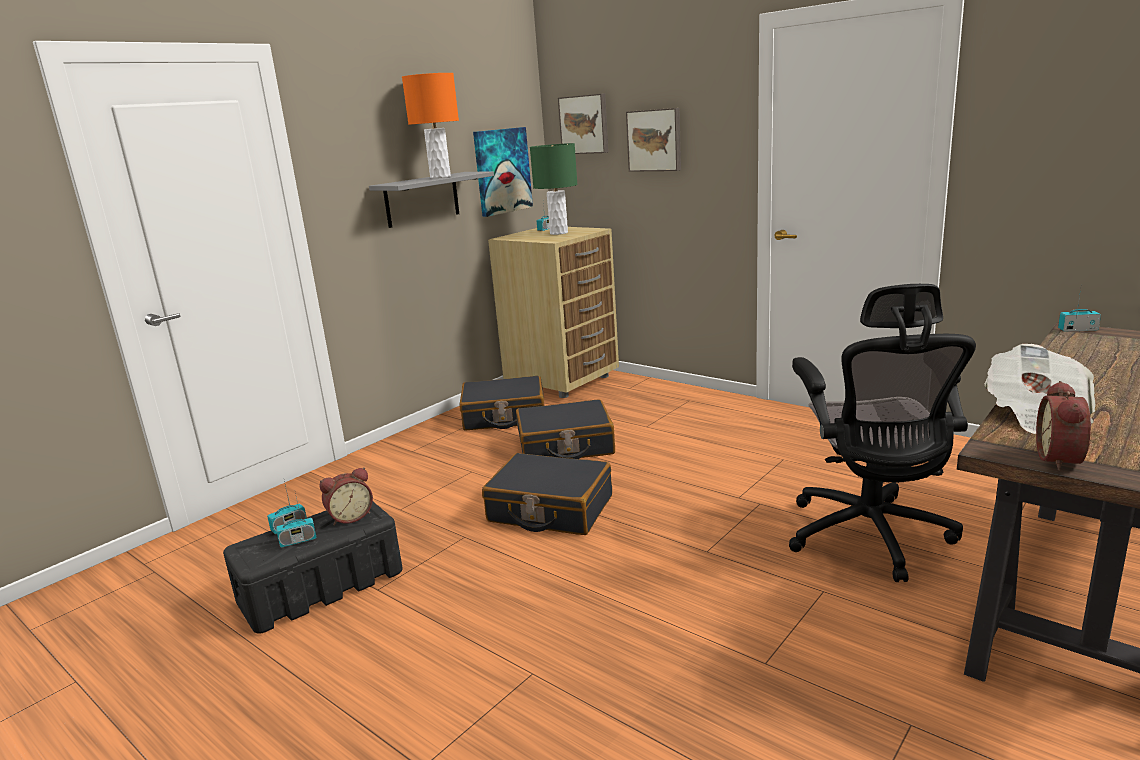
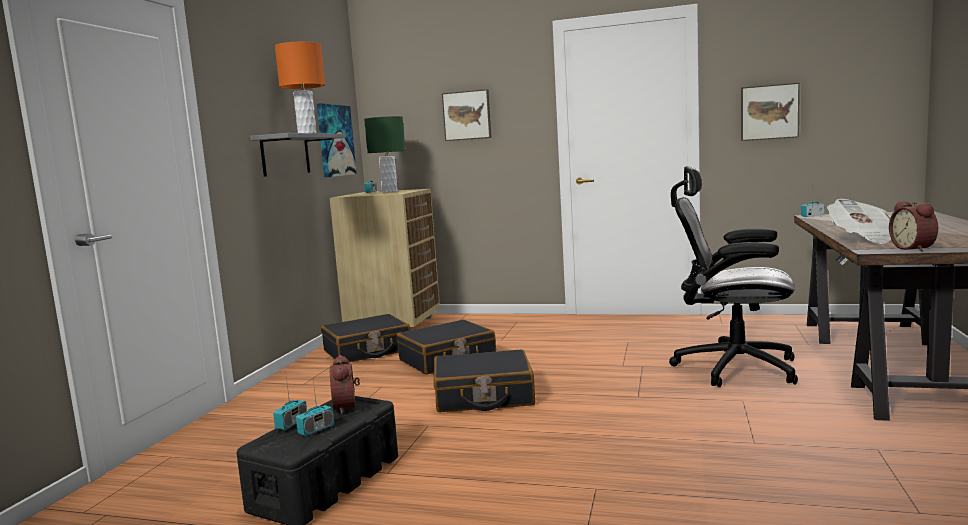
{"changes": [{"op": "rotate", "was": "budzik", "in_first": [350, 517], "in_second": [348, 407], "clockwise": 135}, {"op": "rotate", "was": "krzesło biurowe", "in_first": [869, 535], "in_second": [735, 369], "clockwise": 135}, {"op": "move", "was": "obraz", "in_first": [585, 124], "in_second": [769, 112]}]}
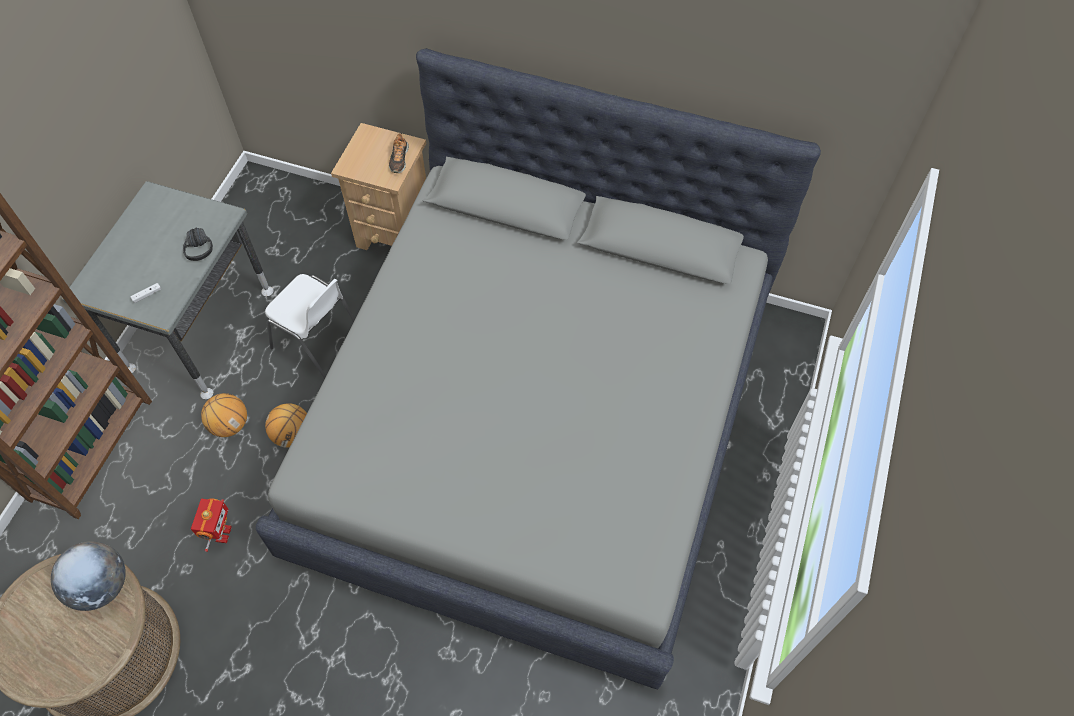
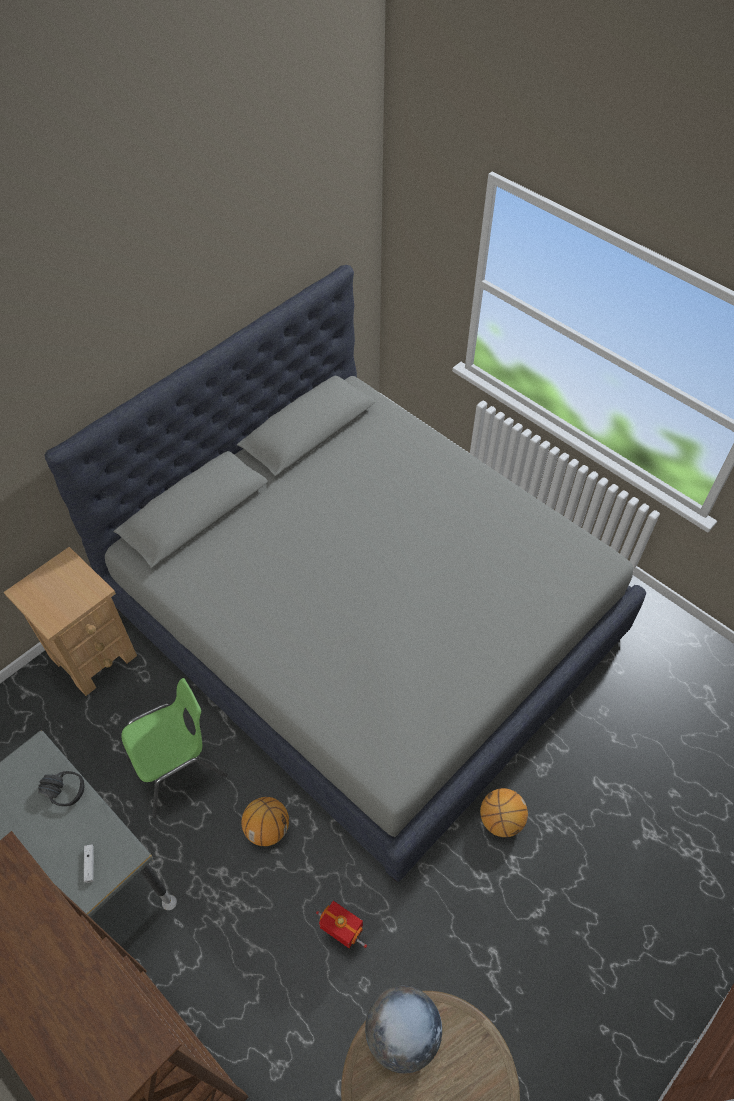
{"changes": [{"op": "recolor", "was": "krzesło [biały]", "now": "krzesło [zielony]", "in_first": [319, 344], "in_second": [178, 769]}, {"op": "move", "was": "piłka do koszykówki", "in_first": [230, 425], "in_second": [500, 820]}, {"op": "delete", "was": "but", "in_first": [399, 159]}]}
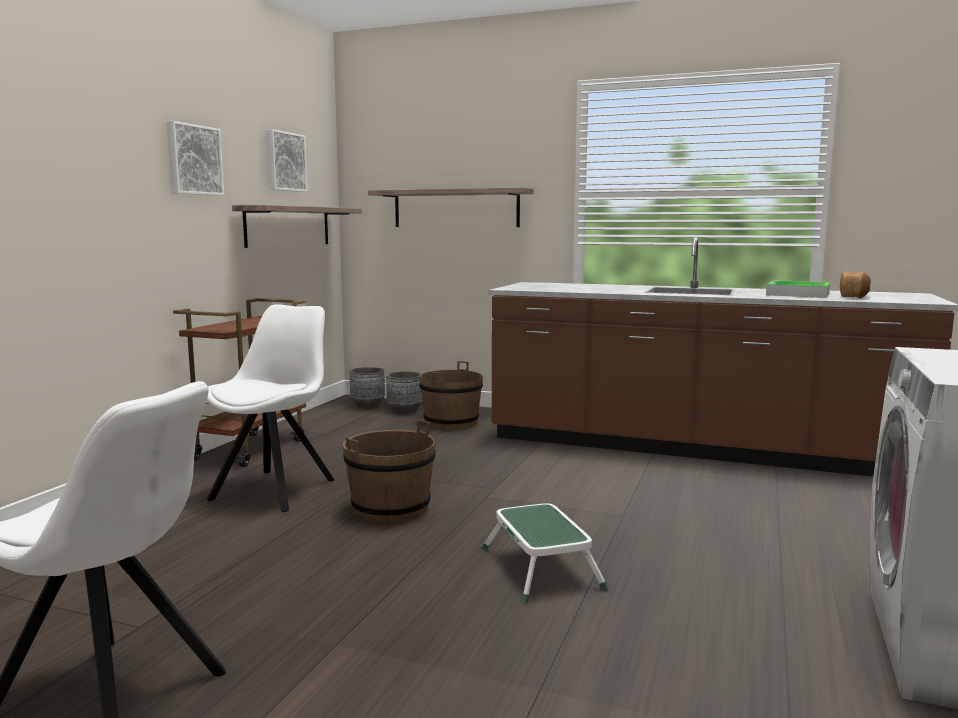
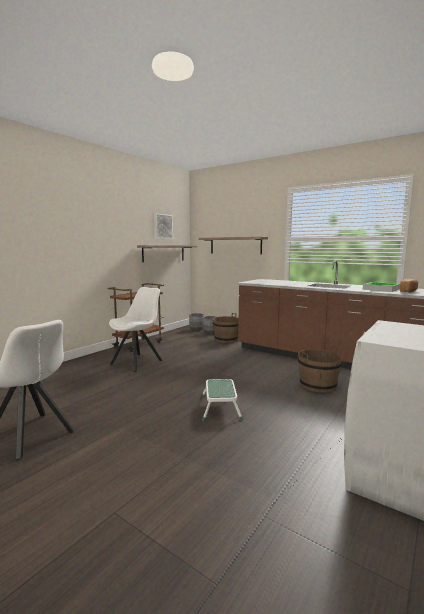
{"changes": [{"op": "move", "was": "wiadro [brązowy]", "in_first": [391, 508], "in_second": [318, 385]}, {"op": "delete", "was": "obraz", "in_first": [193, 160]}]}
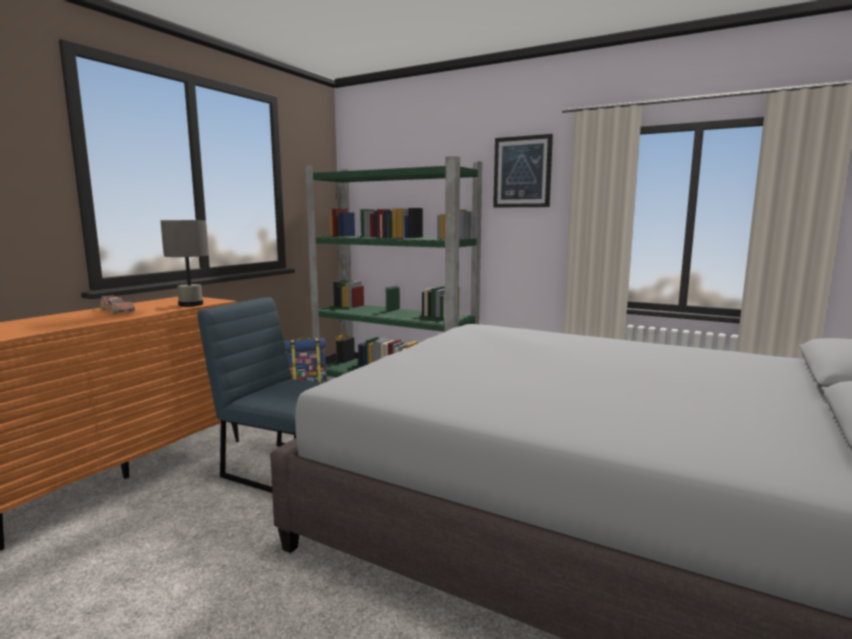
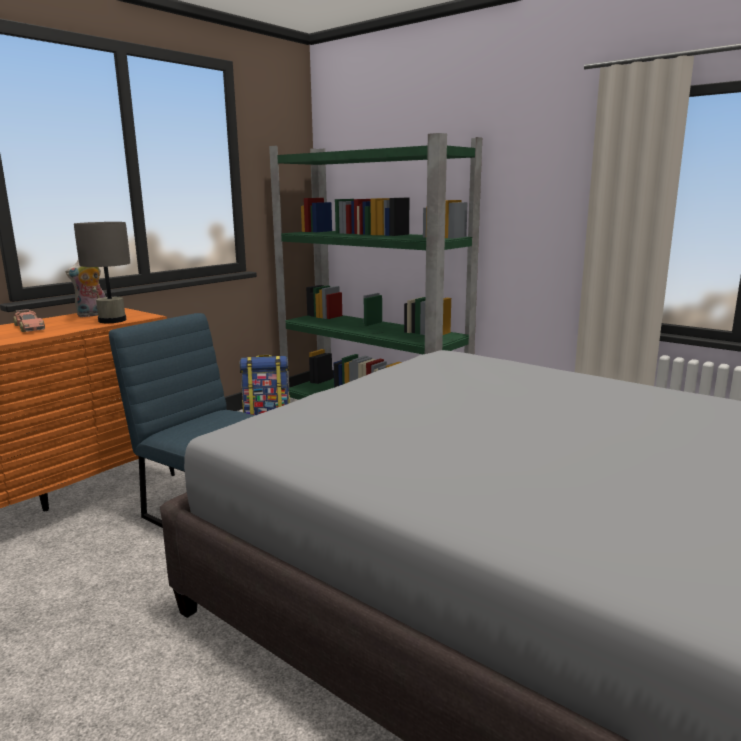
{"changes": [{"op": "insert", "now": "pluszak", "in_second": [92, 315]}, {"op": "delete", "was": "obraz", "in_first": [522, 172]}]}
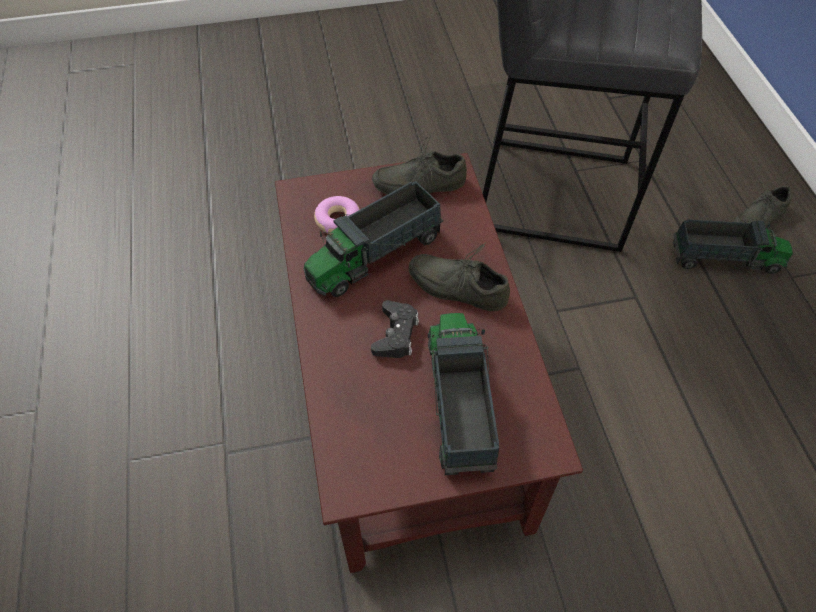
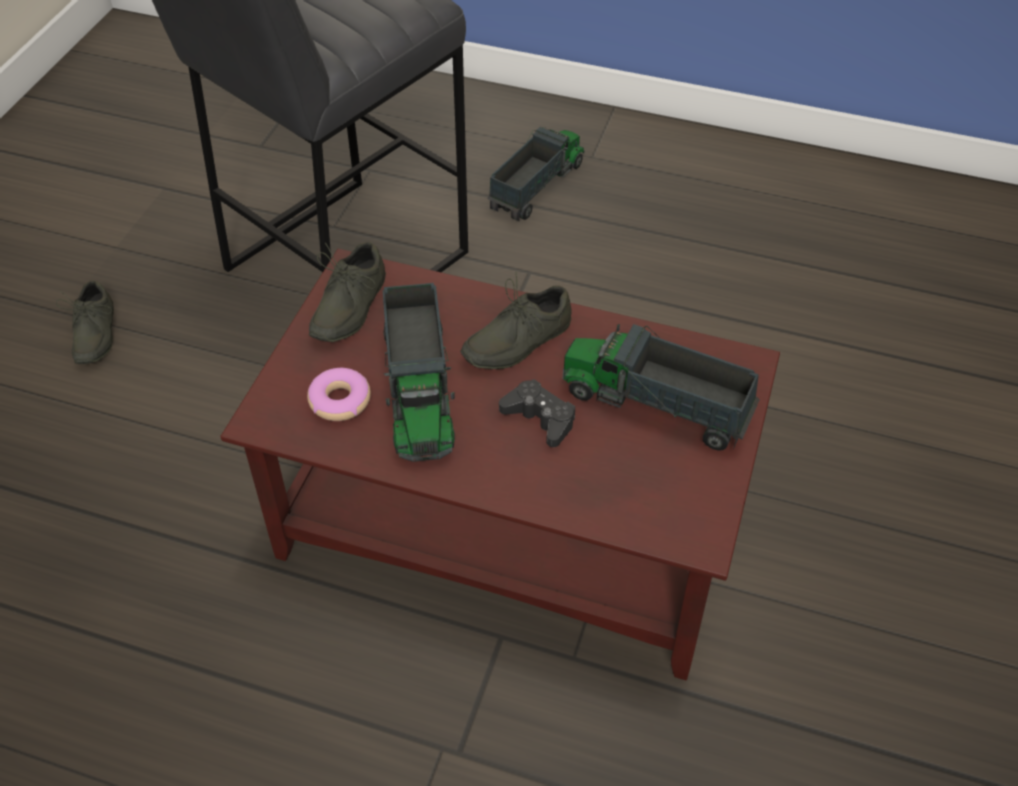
{"changes": [{"op": "move", "was": "but [szary]", "in_first": [756, 216], "in_second": [92, 335]}]}
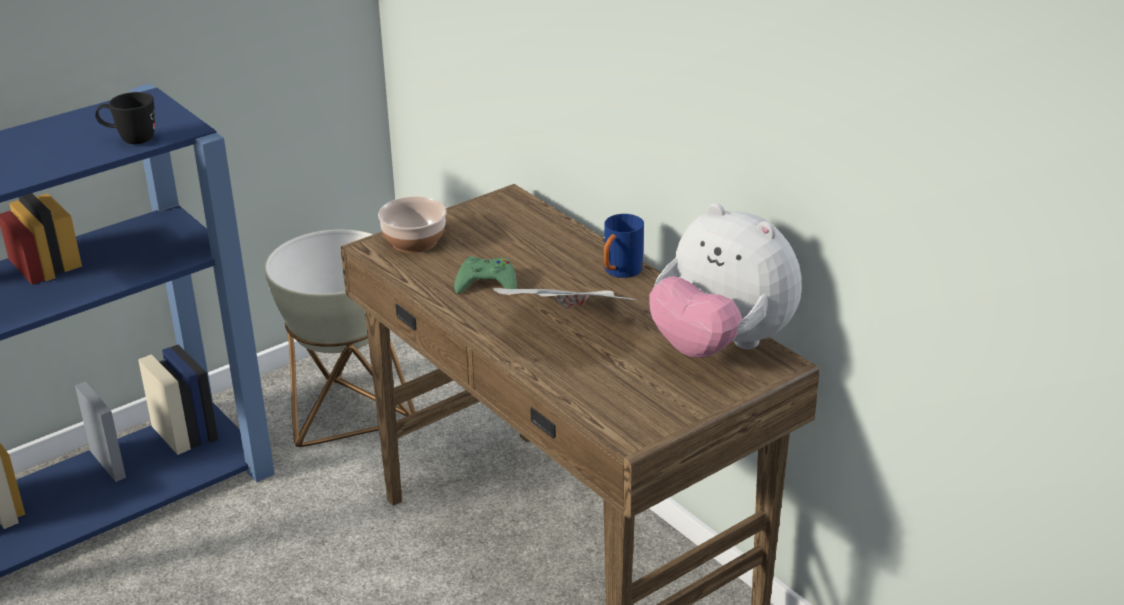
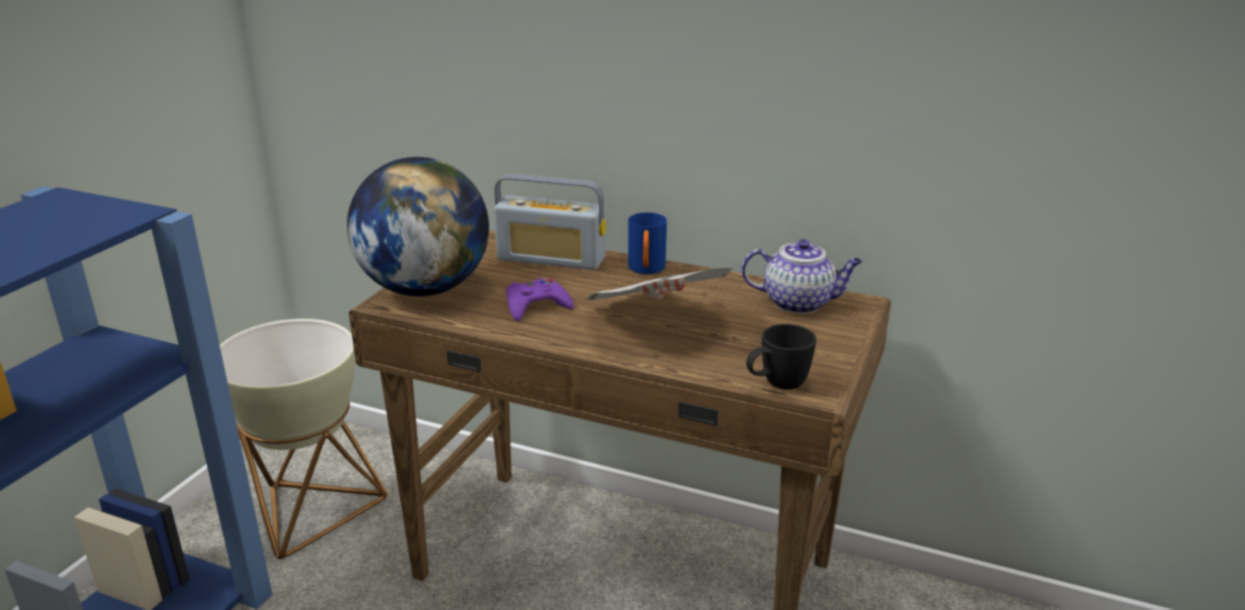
{"changes": [{"op": "replace", "was": "miska", "now": "globus", "in_first": [414, 241], "in_second": [425, 289]}, {"op": "insert", "now": "radio", "in_second": [551, 259]}, {"op": "recolor", "was": "pad do gier [zielony]", "now": "pad do gier [fioletowy]", "in_first": [487, 283], "in_second": [536, 306]}, {"op": "replace", "was": "pluszak", "now": "imbryk", "in_first": [721, 346], "in_second": [799, 303]}, {"op": "move", "was": "kubek [czarny]", "in_first": [130, 140], "in_second": [776, 385]}]}
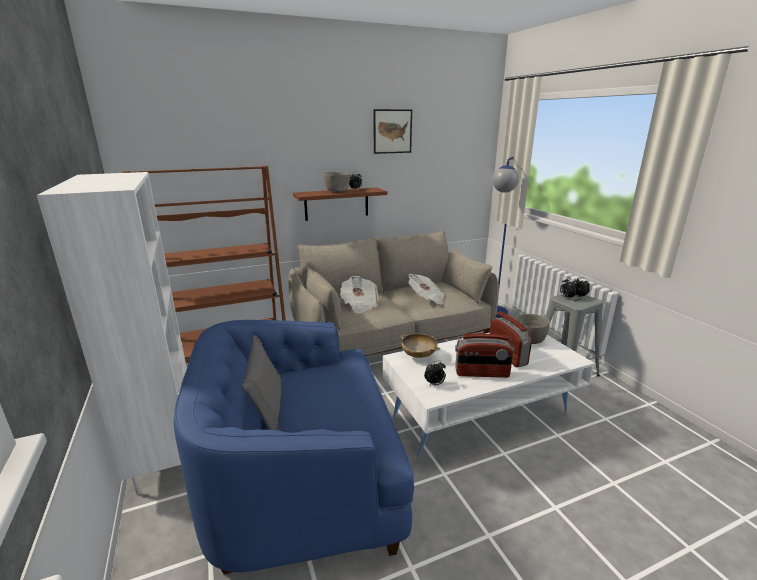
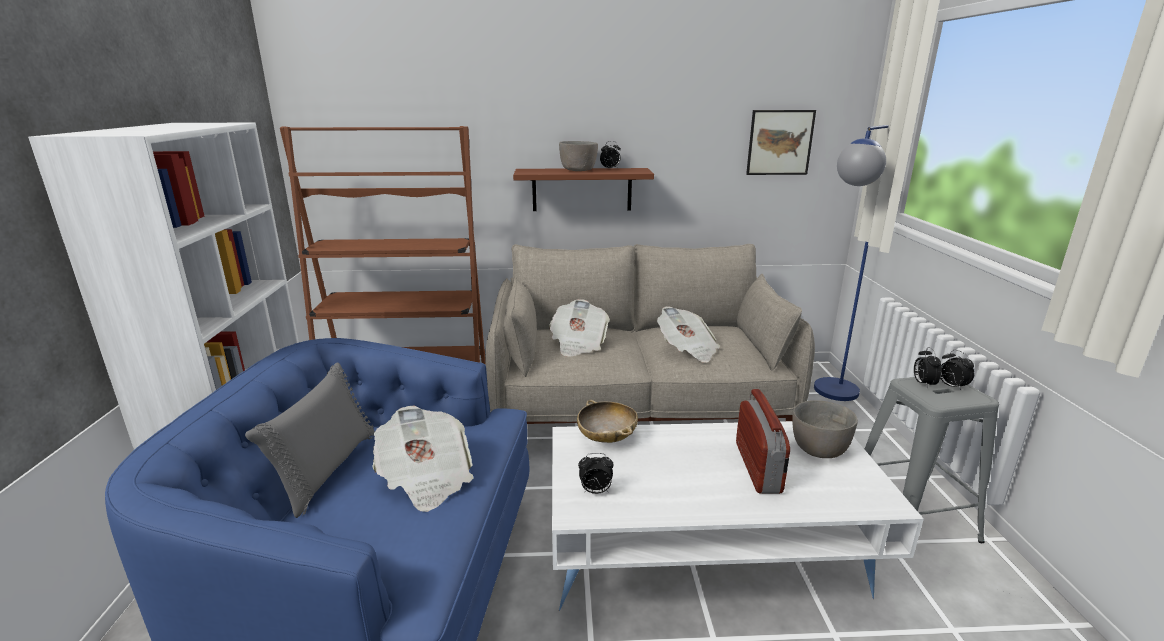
{"changes": [{"op": "insert", "now": "gazeta", "in_second": [426, 478]}, {"op": "move", "was": "obraz", "in_first": [392, 131], "in_second": [780, 142]}, {"op": "delete", "was": "radio", "in_first": [482, 373]}]}
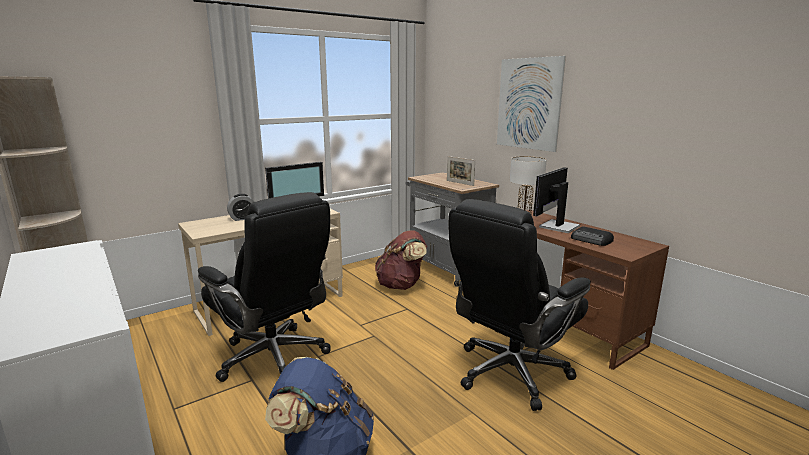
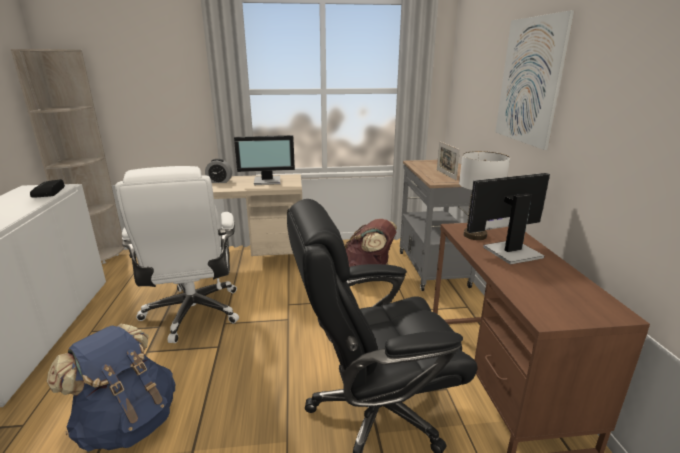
{"changes": [{"op": "move", "was": "radio", "in_first": [591, 240], "in_second": [48, 192]}, {"op": "recolor", "was": "krzesło biurowe [czarny]", "now": "krzesło biurowe [biały]", "in_first": [273, 357], "in_second": [193, 312]}]}
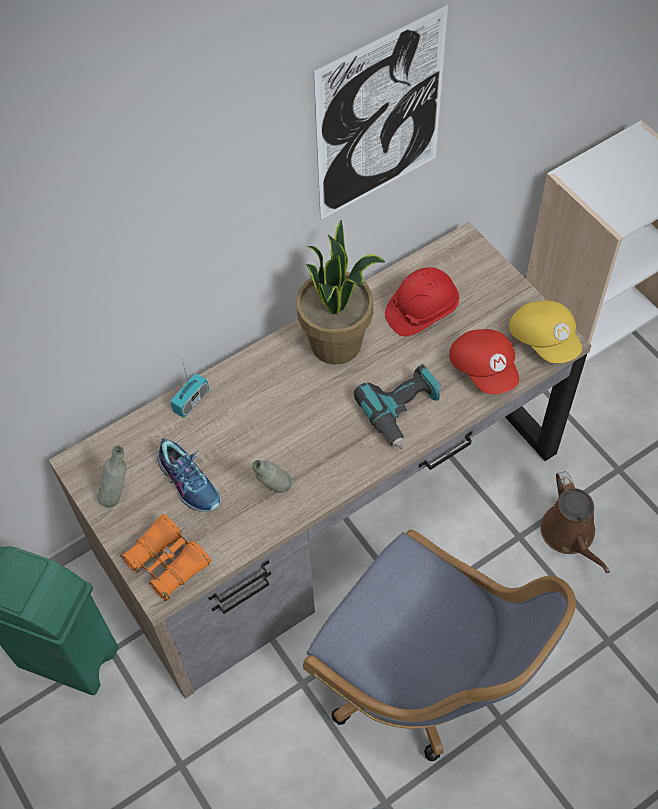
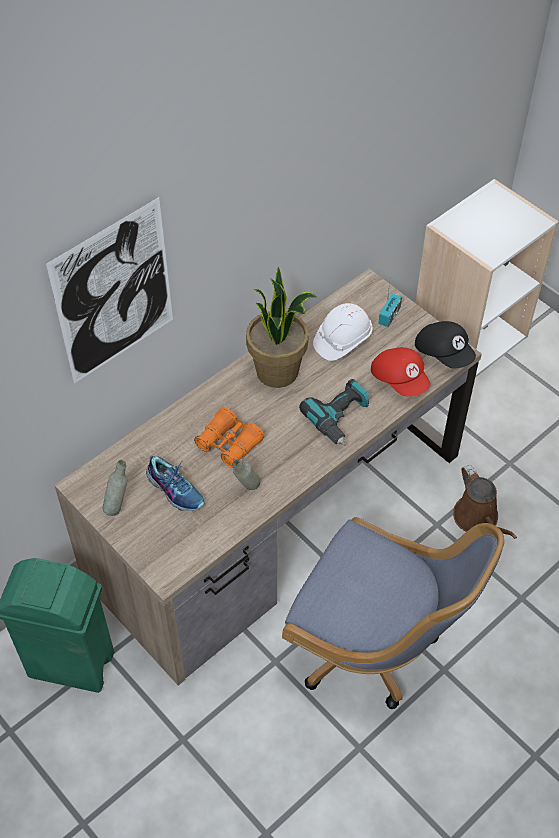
{"changes": [{"op": "move", "was": "obraz", "in_first": [380, 118], "in_second": [114, 293]}, {"op": "move", "was": "lornetka [pomarańczowy]", "in_first": [167, 563], "in_second": [229, 444]}, {"op": "recolor", "was": "kask [czerwony]", "now": "kask [biały]", "in_first": [421, 311], "in_second": [342, 340]}, {"op": "move", "was": "radio", "in_first": [191, 401], "in_second": [389, 316]}, {"op": "recolor", "was": "czapka z daszkiem [żółty]", "now": "czapka z daszkiem [czarny]", "in_first": [544, 340], "in_second": [444, 353]}]}
